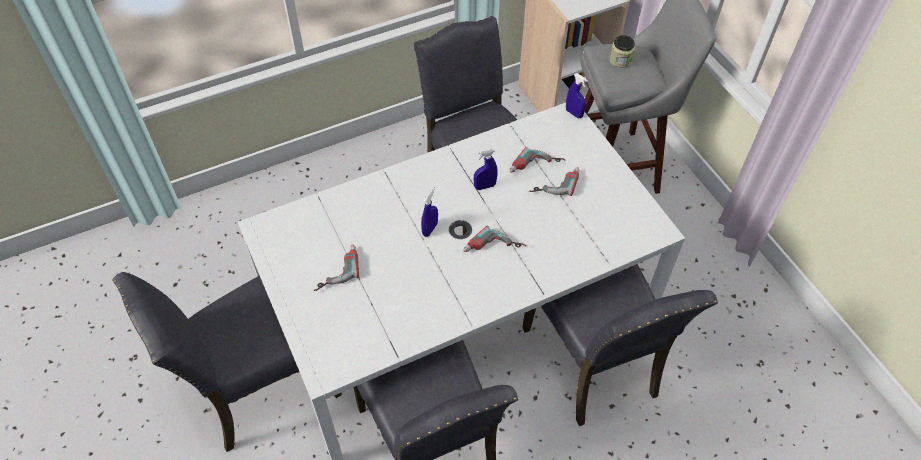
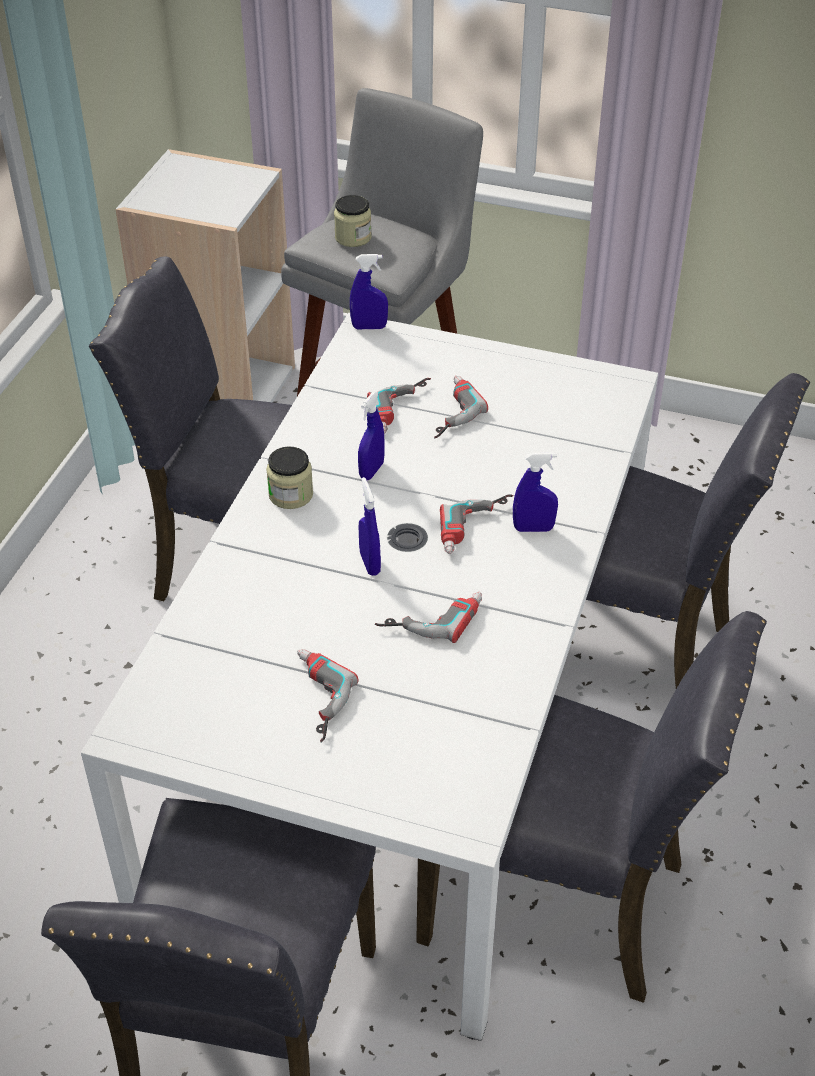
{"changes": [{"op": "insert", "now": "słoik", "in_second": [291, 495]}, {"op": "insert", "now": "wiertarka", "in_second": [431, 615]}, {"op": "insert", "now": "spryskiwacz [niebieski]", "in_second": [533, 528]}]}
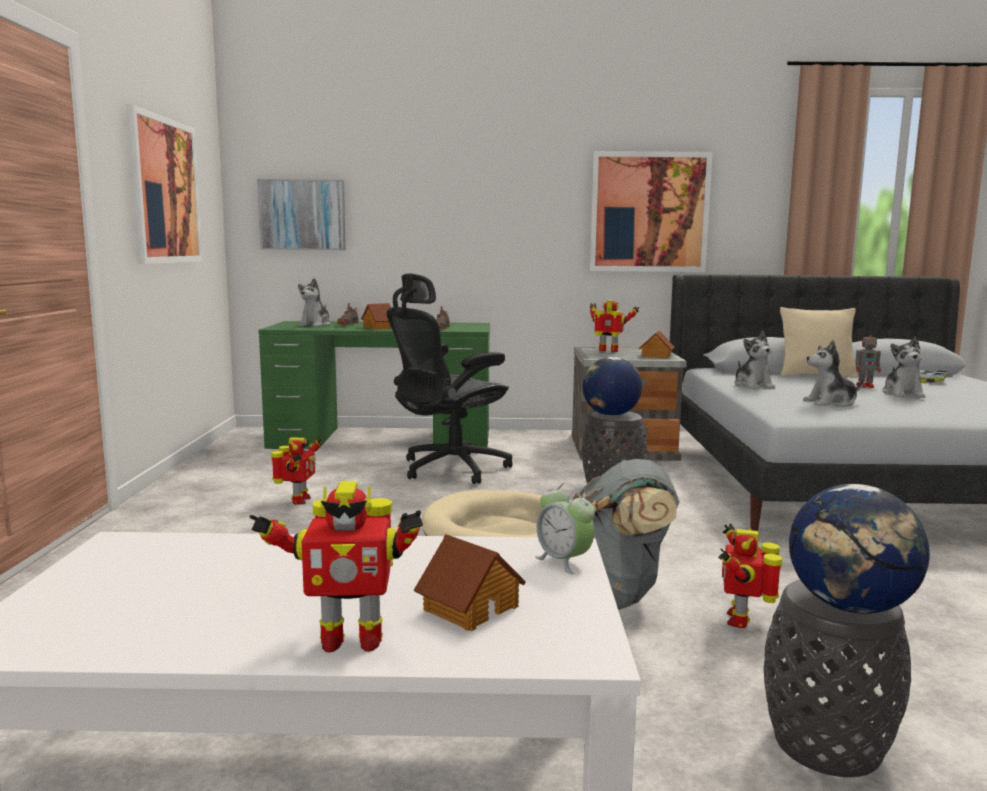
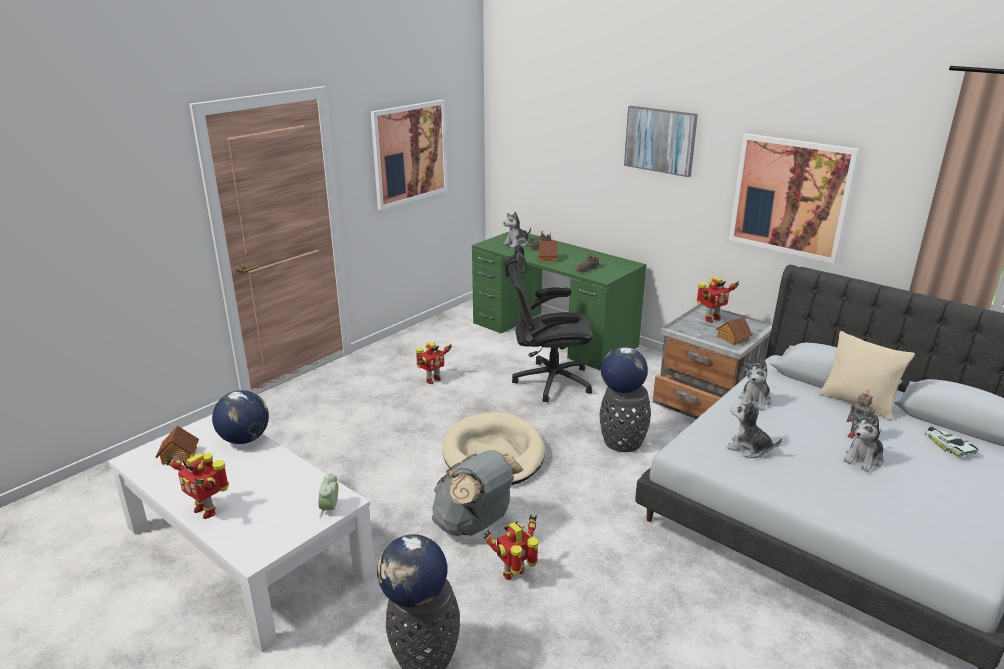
{"changes": [{"op": "move", "was": "domek", "in_first": [470, 607], "in_second": [179, 455]}, {"op": "insert", "now": "globus", "in_second": [244, 439]}, {"op": "move", "was": "obraz", "in_first": [302, 215], "in_second": [660, 140]}, {"op": "rotate", "was": "robot zabawkowy", "in_first": [609, 351], "in_second": [711, 319], "clockwise": 90}]}
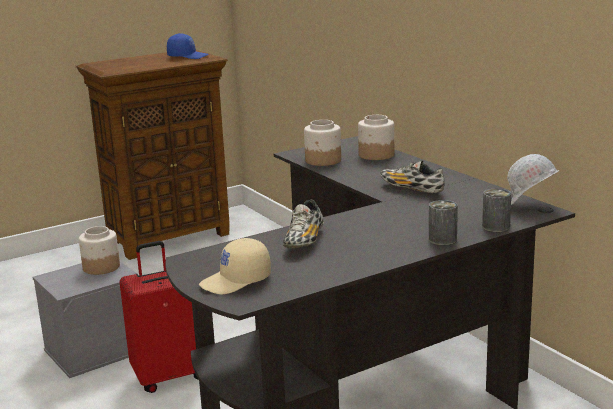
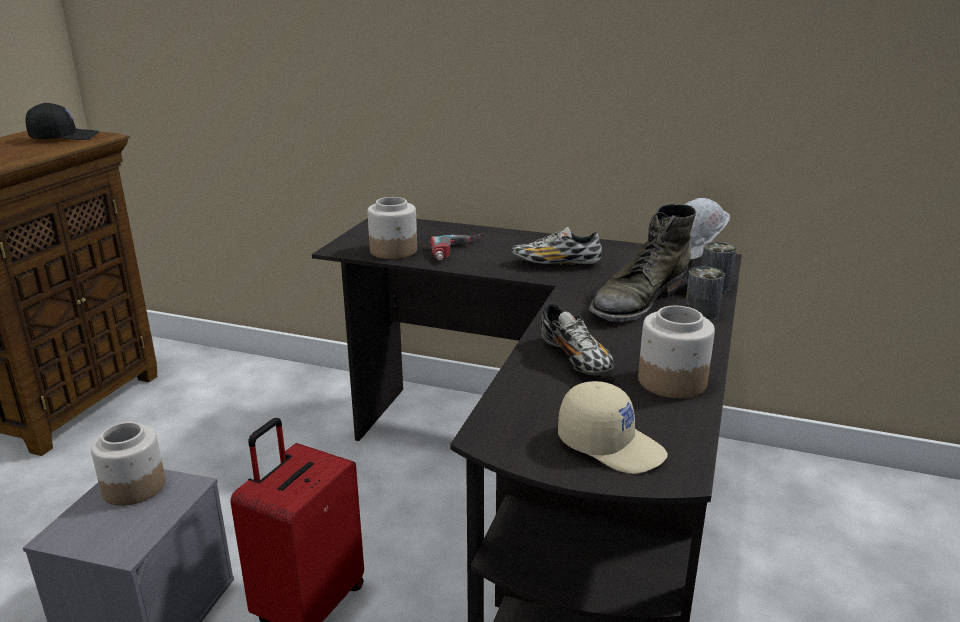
{"changes": [{"op": "recolor", "was": "czapka z daszkiem [niebieski]", "now": "czapka z daszkiem [czarny]", "in_first": [188, 56], "in_second": [64, 137]}, {"op": "insert", "now": "wiertarka", "in_second": [460, 251]}, {"op": "rotate", "was": "czapka z daszkiem [beżowy]", "in_first": [236, 281], "in_second": [611, 445], "clockwise": -75}, {"op": "insert", "now": "but z cholewką [zielony]", "in_second": [638, 300]}, {"op": "move", "was": "słoik", "in_first": [376, 155], "in_second": [671, 381]}]}
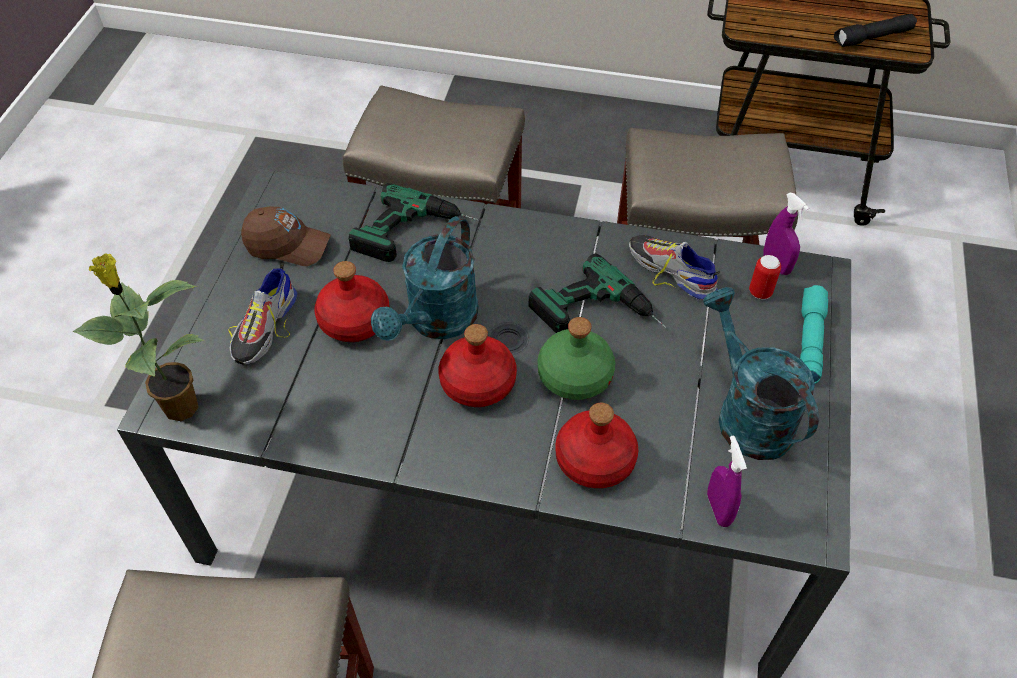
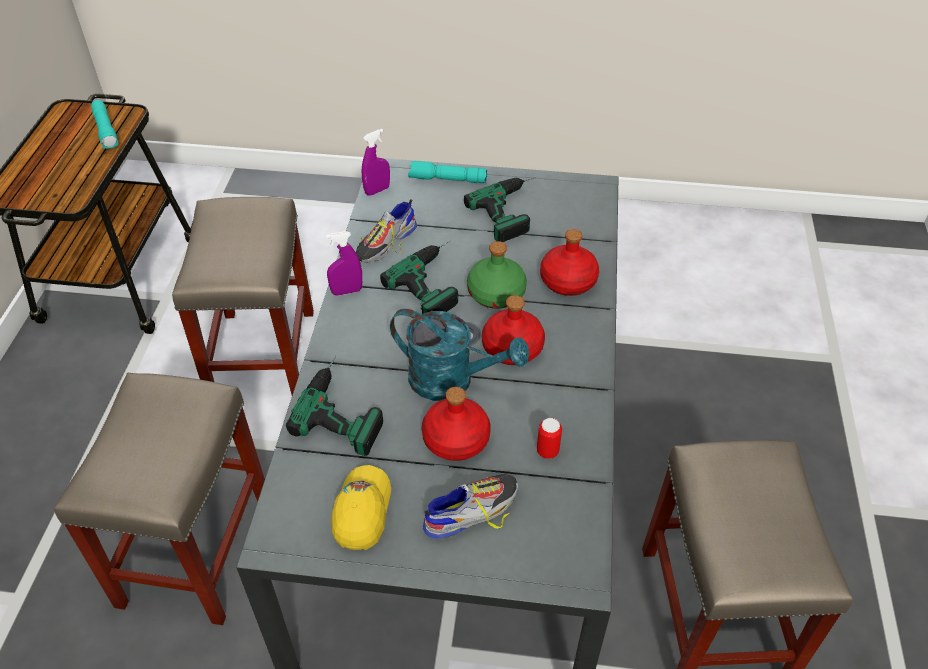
{"changes": [{"op": "recolor", "was": "latarka [czarny]", "now": "latarka [turkusowy]", "in_first": [873, 38], "in_second": [106, 130]}, {"op": "move", "was": "spryskiwacz [fioletowy]", "in_first": [718, 509], "in_second": [347, 291]}, {"op": "recolor", "was": "czapka z daszkiem [brązowy]", "now": "czapka z daszkiem [żółty]", "in_first": [287, 245], "in_second": [362, 511]}, {"op": "rotate", "was": "but", "in_first": [265, 327], "in_second": [471, 509], "clockwise": -45}, {"op": "replace", "was": "konewka [turkusowy]", "now": "wiertarka", "in_first": [746, 413], "in_second": [514, 210]}, {"op": "move", "was": "puszka", "in_first": [760, 292], "in_second": [547, 451]}, {"op": "delete", "was": "roślina doniczkowa", "in_first": [179, 406]}]}
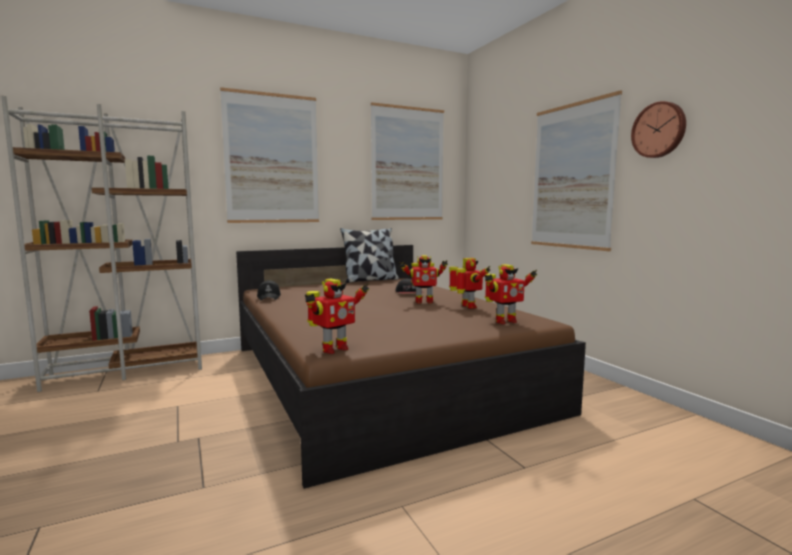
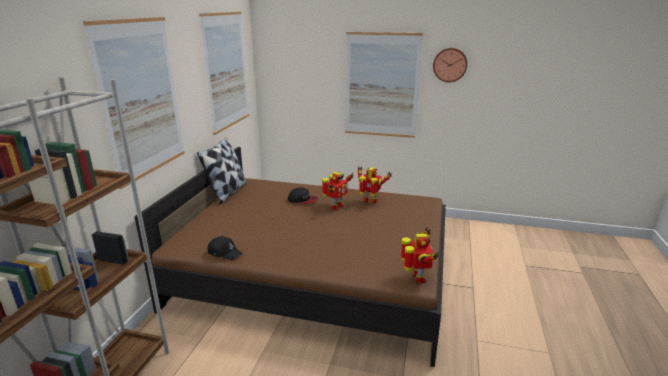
{"changes": [{"op": "delete", "was": "robot zabawkowy", "in_first": [504, 321]}]}
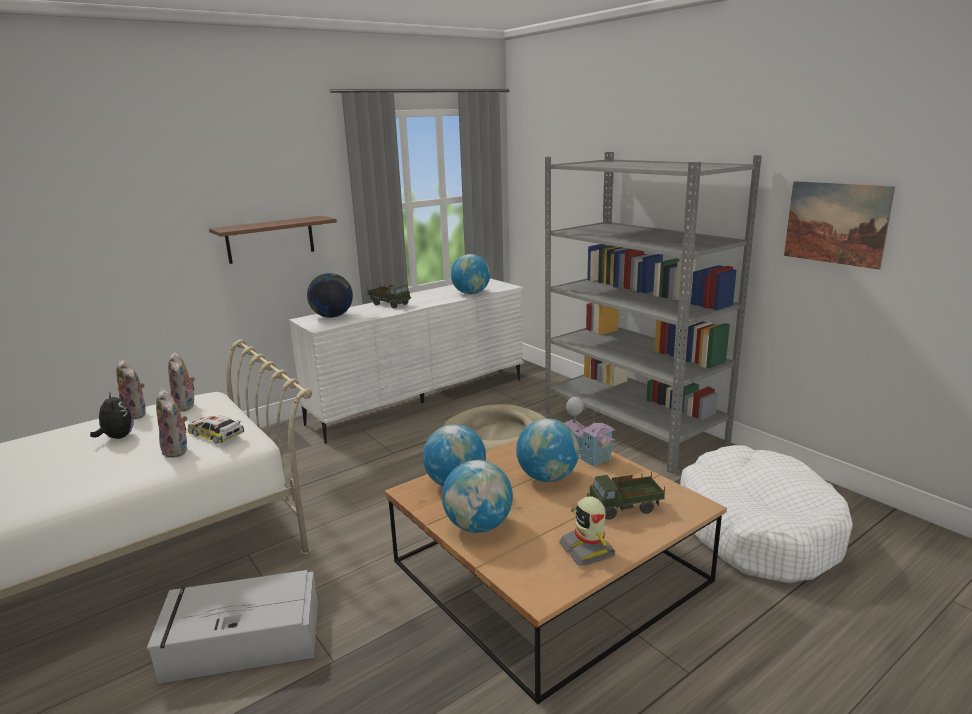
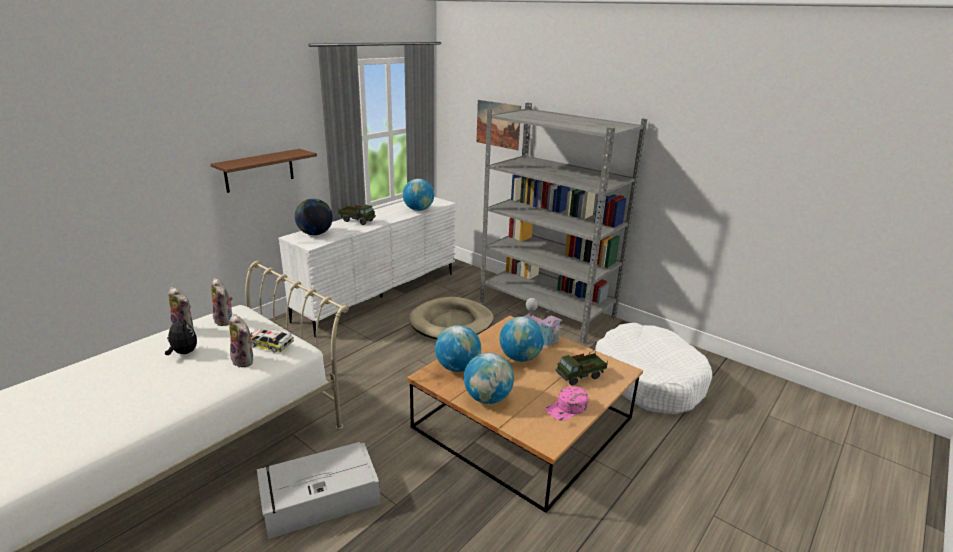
{"changes": [{"op": "move", "was": "obraz", "in_first": [835, 223], "in_second": [498, 124]}, {"op": "replace", "was": "robot zabawkowy", "now": "czapka z daszkiem [różowy]", "in_first": [588, 550], "in_second": [567, 408]}]}
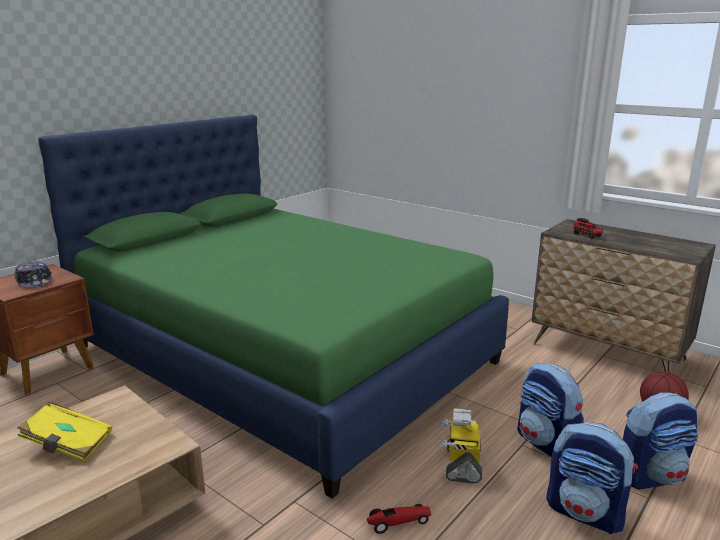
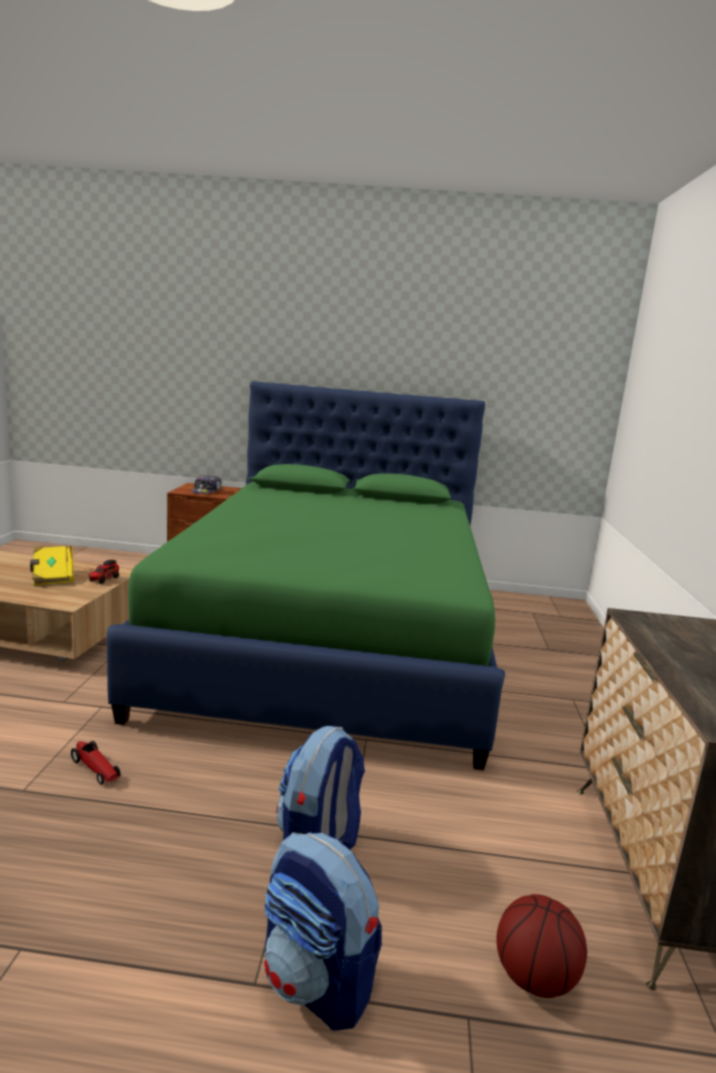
{"changes": [{"op": "move", "was": "ciężarówka zabawkowa", "in_first": [587, 235], "in_second": [103, 580]}, {"op": "delete", "was": "robot zabawkowy", "in_first": [462, 464]}, {"op": "delete", "was": "plecak", "in_first": [585, 513]}]}
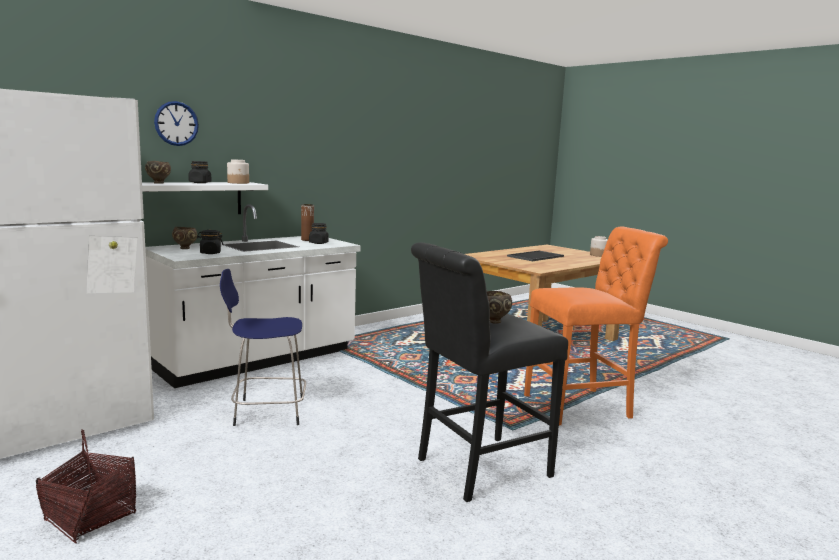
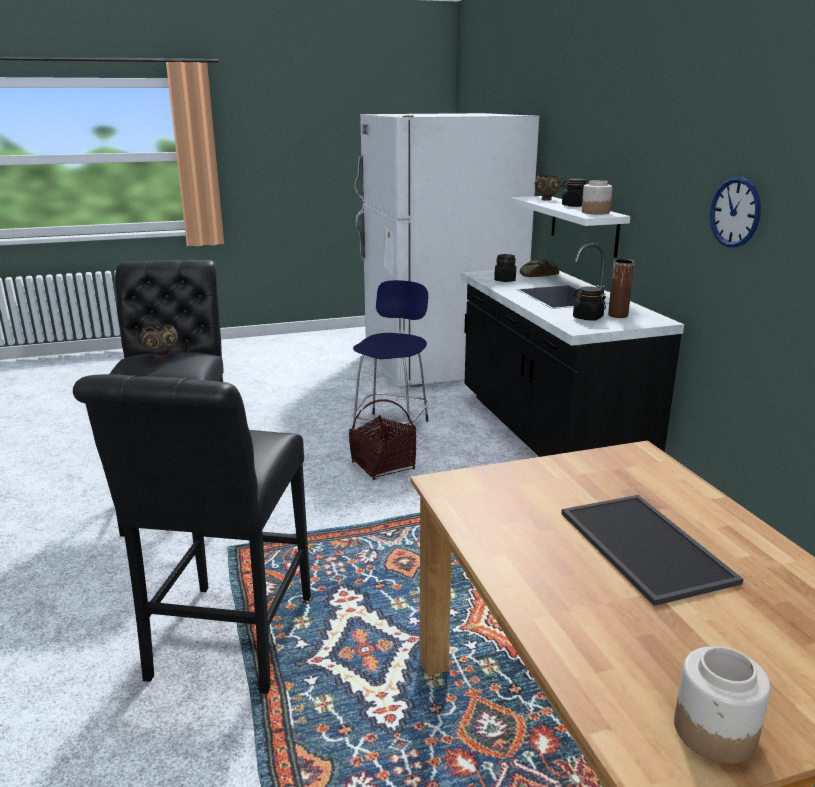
{"changes": [{"op": "recolor", "was": "stołek [pomarańczowy]", "now": "stołek [czarny]", "in_first": [583, 406], "in_second": [226, 643]}, {"op": "move", "was": "koszyk", "in_first": [90, 517], "in_second": [383, 466]}, {"op": "recolor", "was": "zabudowa kuchenna [biały]", "now": "zabudowa kuchenna [czarny]", "in_first": [258, 360], "in_second": [547, 435]}, {"op": "replace", "was": "miska [brązowy]", "now": "chleb", "in_first": [185, 248], "in_second": [537, 275]}, {"op": "move", "was": "zegar ścienny", "in_first": [176, 123], "in_second": [735, 212]}]}
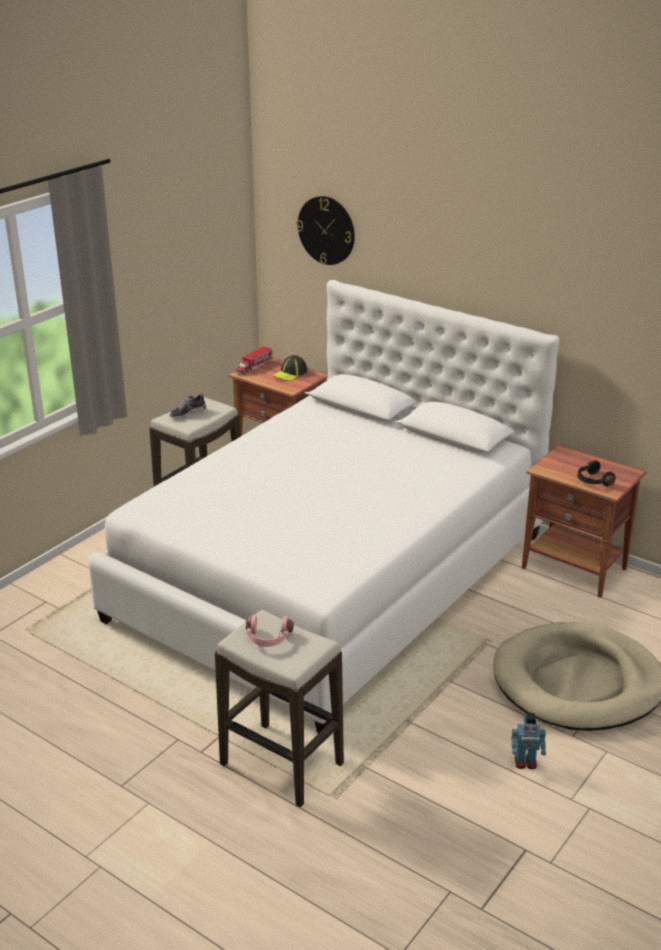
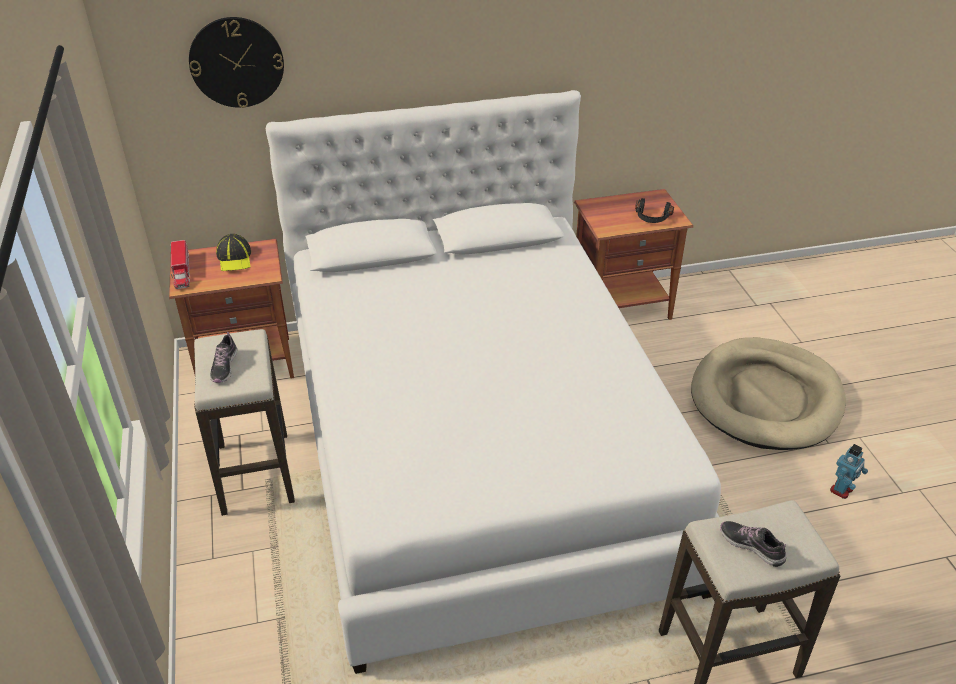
{"changes": [{"op": "replace", "was": "słuchawki [różowy]", "now": "but", "in_first": [268, 638], "in_second": [751, 546]}]}
